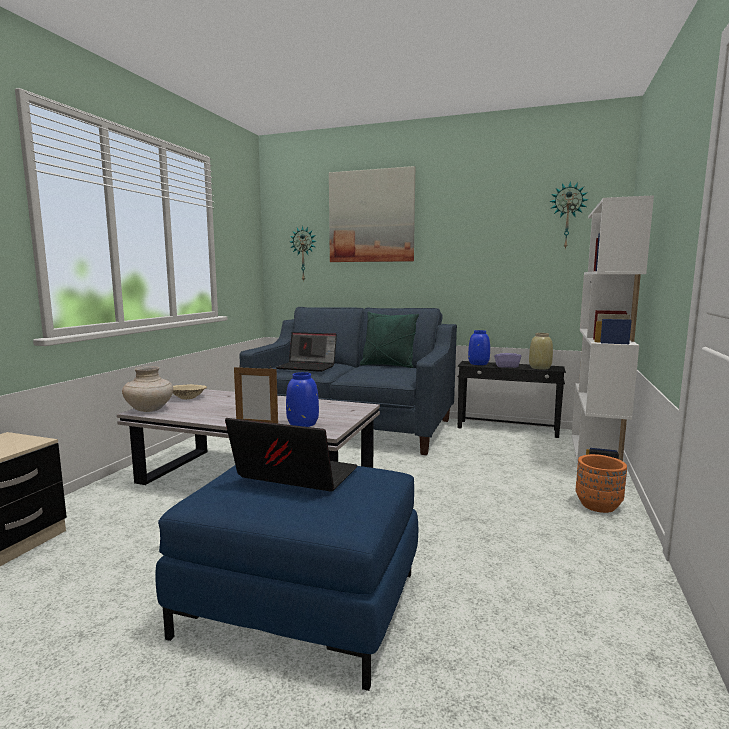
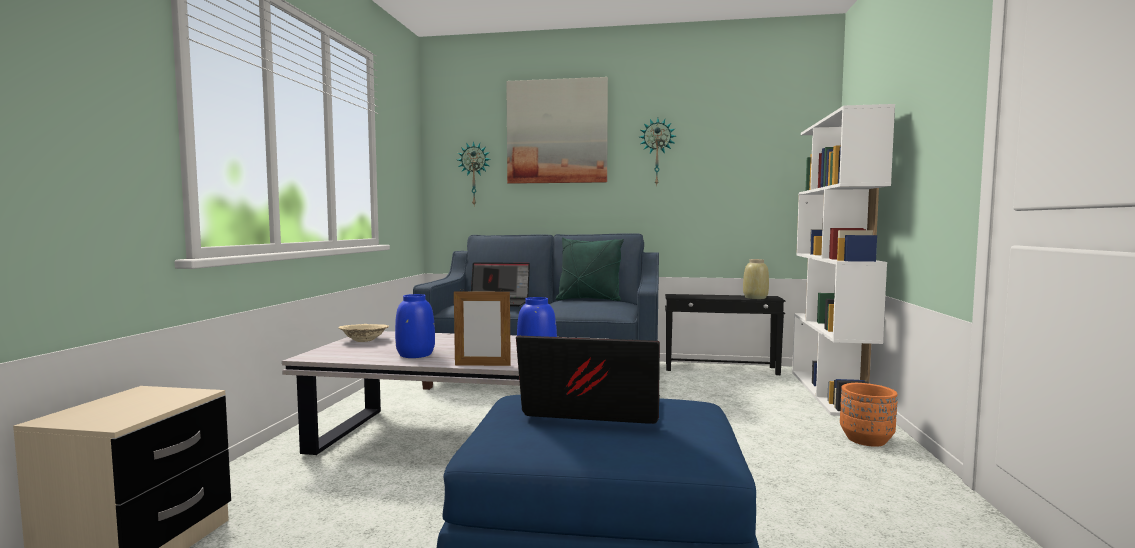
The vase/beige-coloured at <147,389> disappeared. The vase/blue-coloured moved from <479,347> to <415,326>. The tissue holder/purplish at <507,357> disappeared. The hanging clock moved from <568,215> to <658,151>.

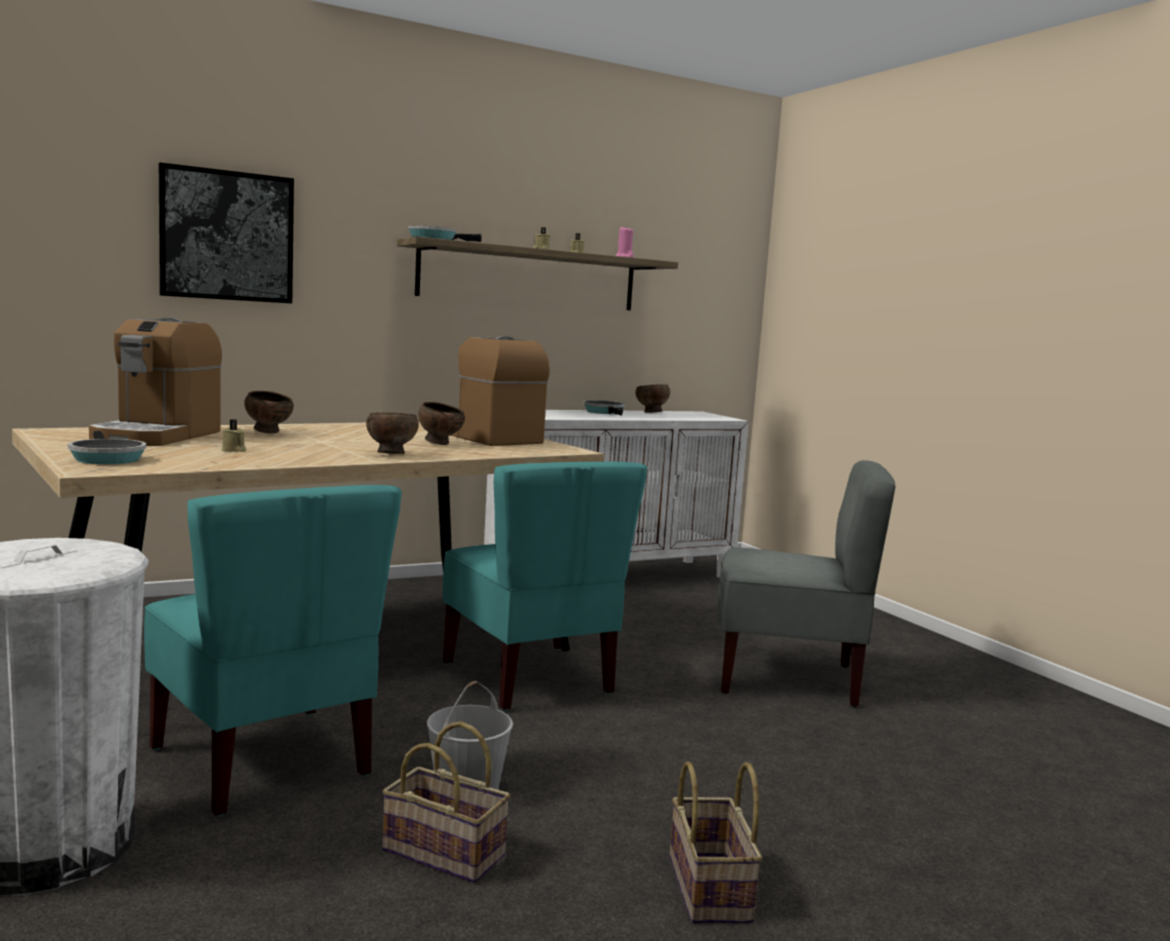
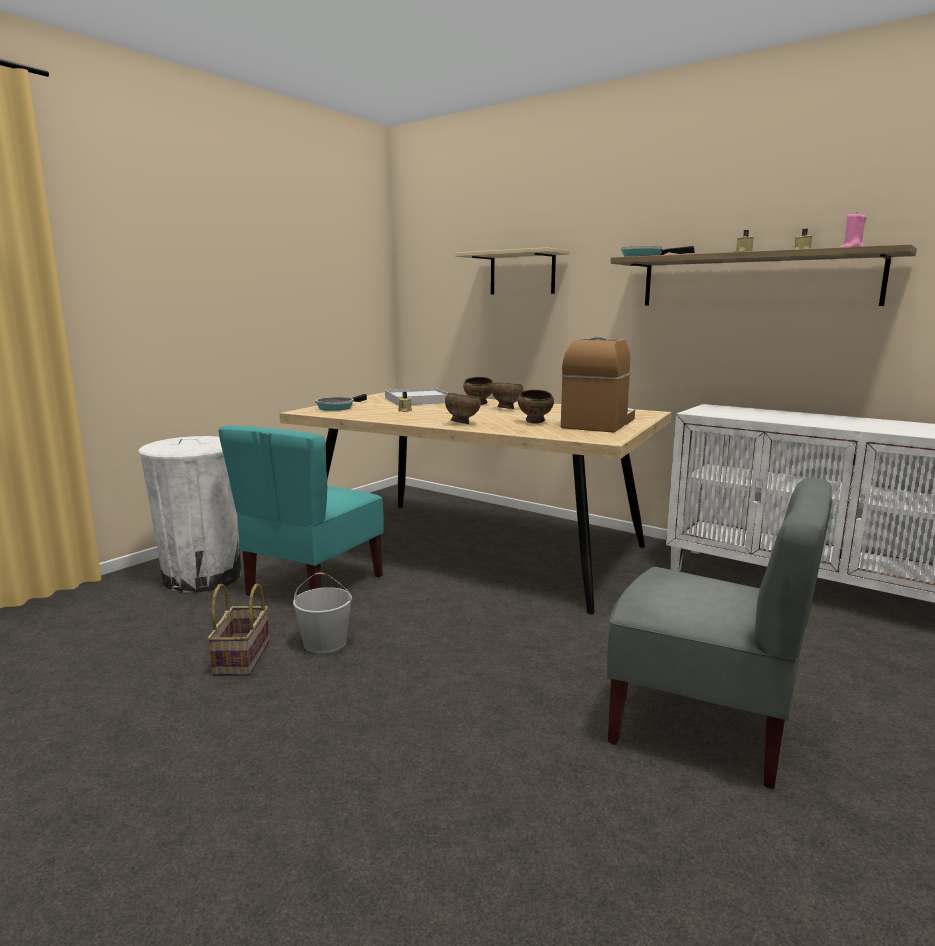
The coffee brewer at <155,382> was replaced by the serving tray/white at <416,397>. The picture at <226,232> was replaced by the wall shelf/beige-coloured at <512,271>. The plain chair/blue-green at <545,586> disappeared. The skillet at <604,408> disappeared. The bowl/brownish moved from <652,399> to <508,395>. The basket at <716,842> disappeared. The plain chair/grey at <806,583> turned 45 degrees counterclockwise.

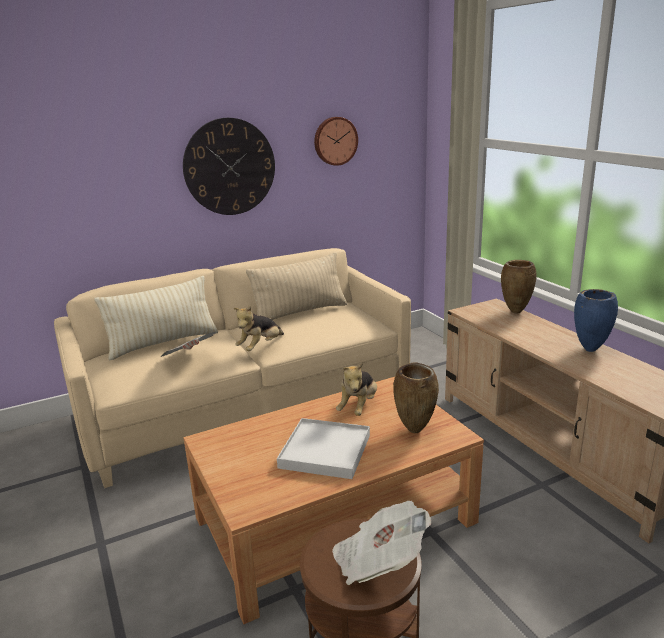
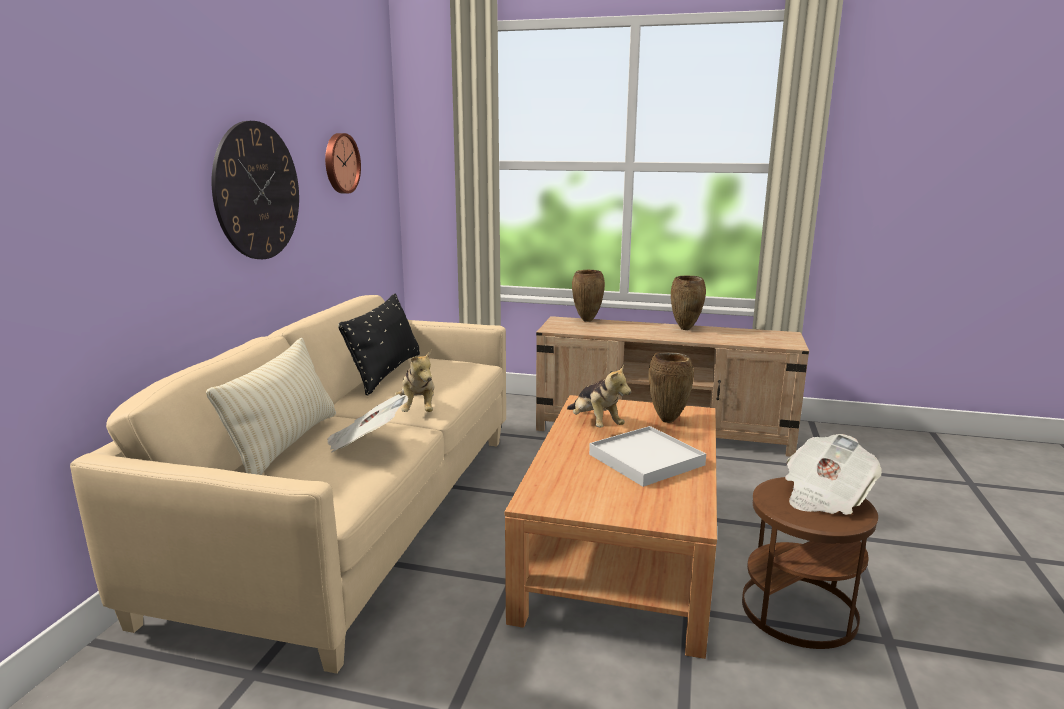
The cushion/beige-coloured at <296,286> became the cushion/blackish at <379,344>. The vase/blue-coloured at <596,320> became the vase/brownish at <688,303>.

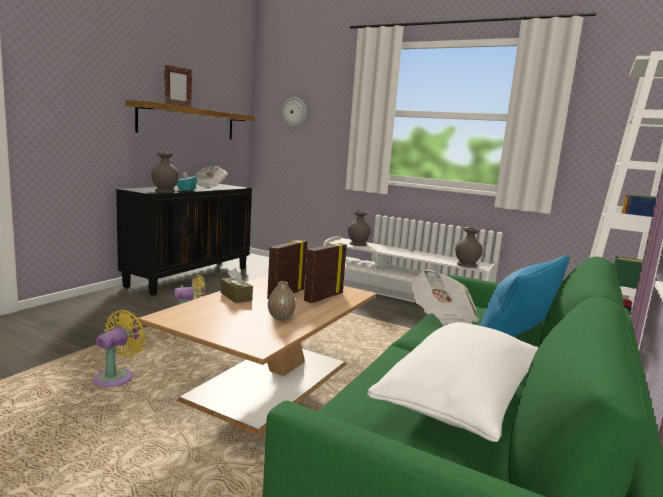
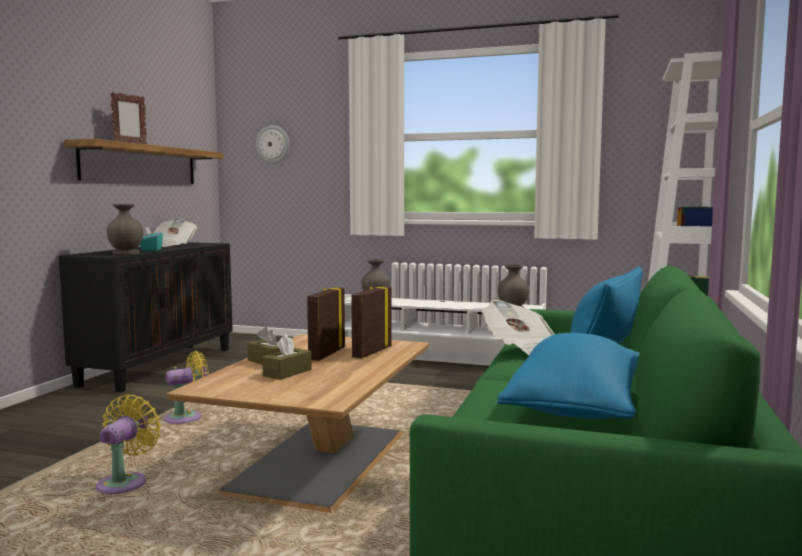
The vase at <282,300> disappeared. The cushion/white at <452,382> became the cushion/blue-coloured at <568,376>. The tissue holder/brownish at <287,357> appeared.

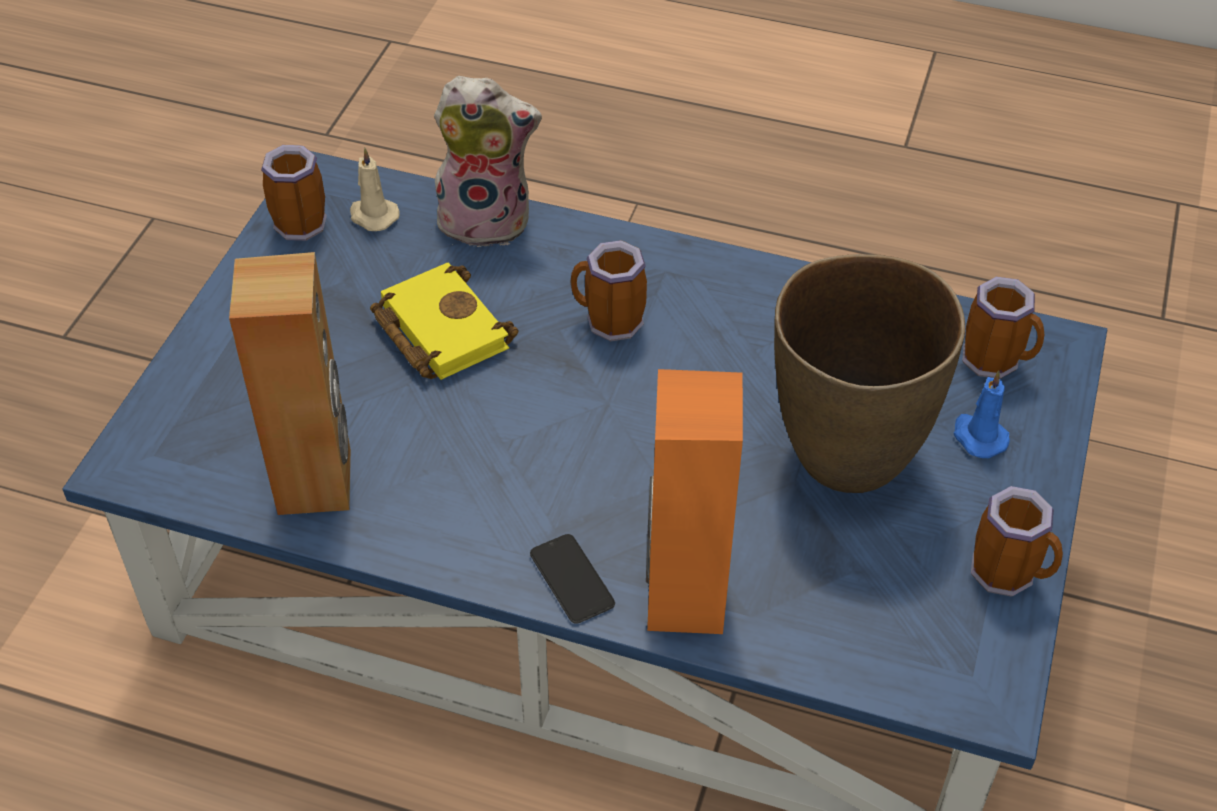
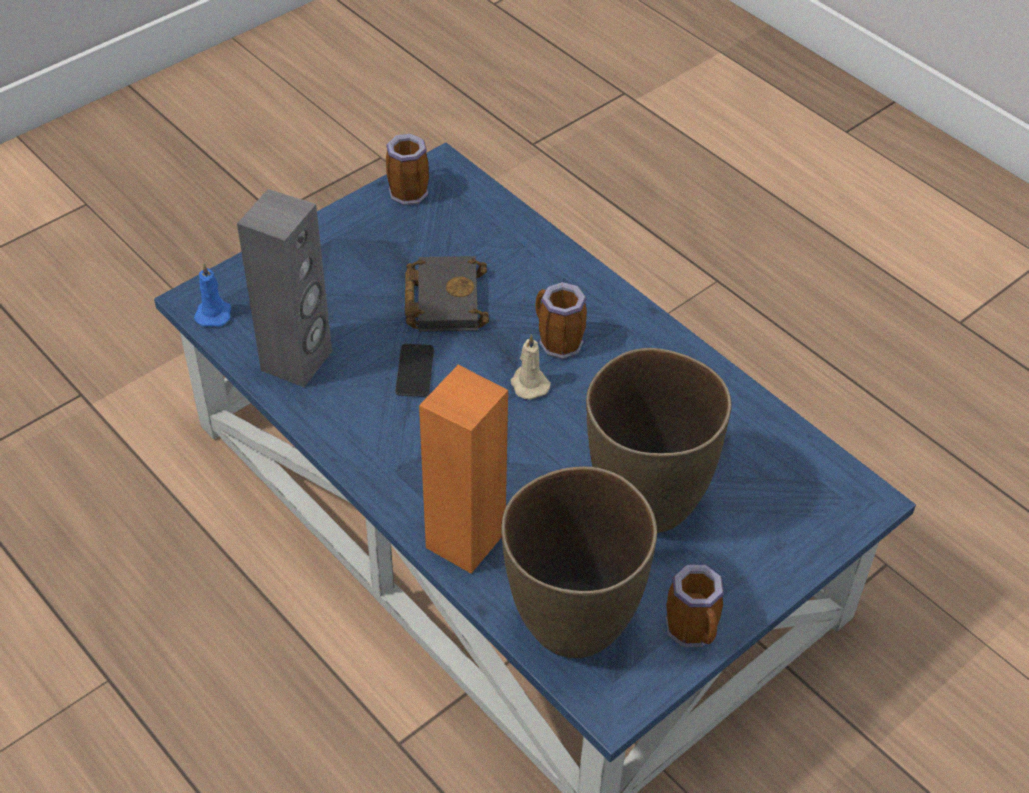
The audio speaker/brownish at <290,383> became the audio speaker/grey at <284,288>. The wax light/beige-coloured moved from <375,189> to <530,367>. The bound book/yellowish at <444,321> became the bound book/blackish at <447,294>. The soft toy at <488,161> disappeared. The handset moved from <572,579> to <414,370>. The wax light/blue-coloured moved from <982,414> to <212,295>. The coffee mug at <1003,328> disappeared. The vase/brownish at <579,562> appeared.

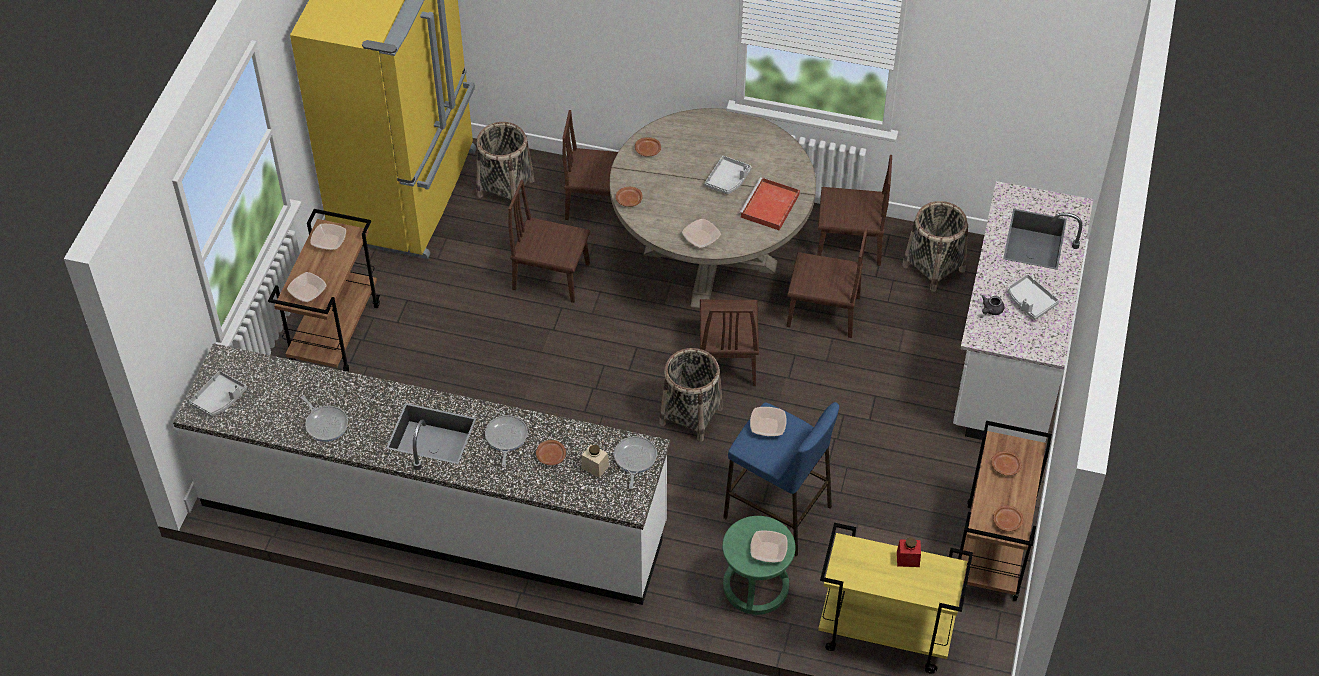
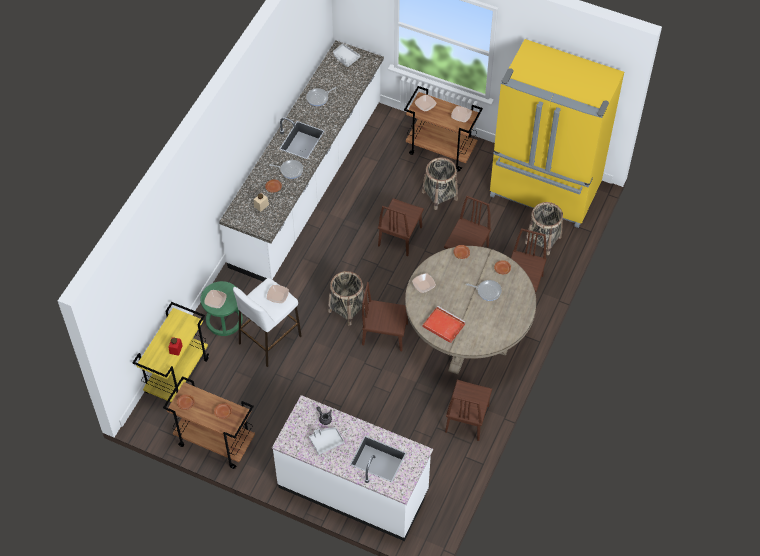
The skillet moved from <635,462> to <484,290>. The serving tray/grey at <728,175> disappeared. The sitting stool/blue-coloured at <781,479> became the sitting stool/white at <267,322>. The plain chair/brownish moved from <827,282> to <401,227>. The basket moved from <935,246> to <440,183>.

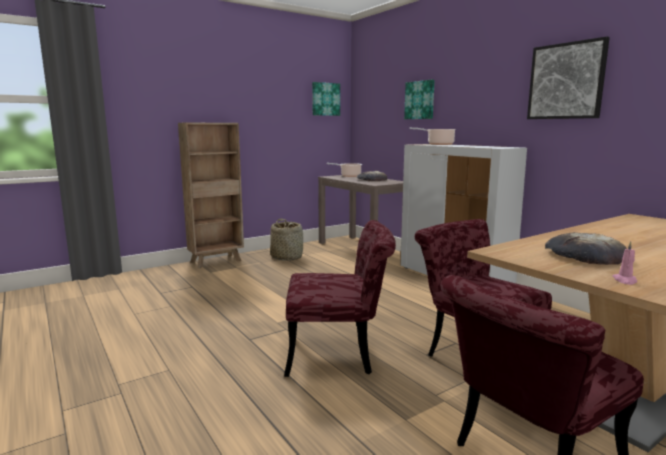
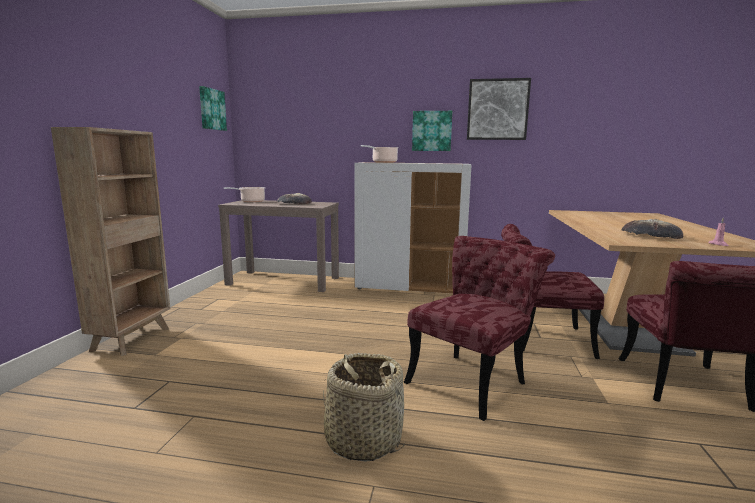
The basket moved from <286,239> to <364,407>. The picture moved from <419,99> to <432,131>.

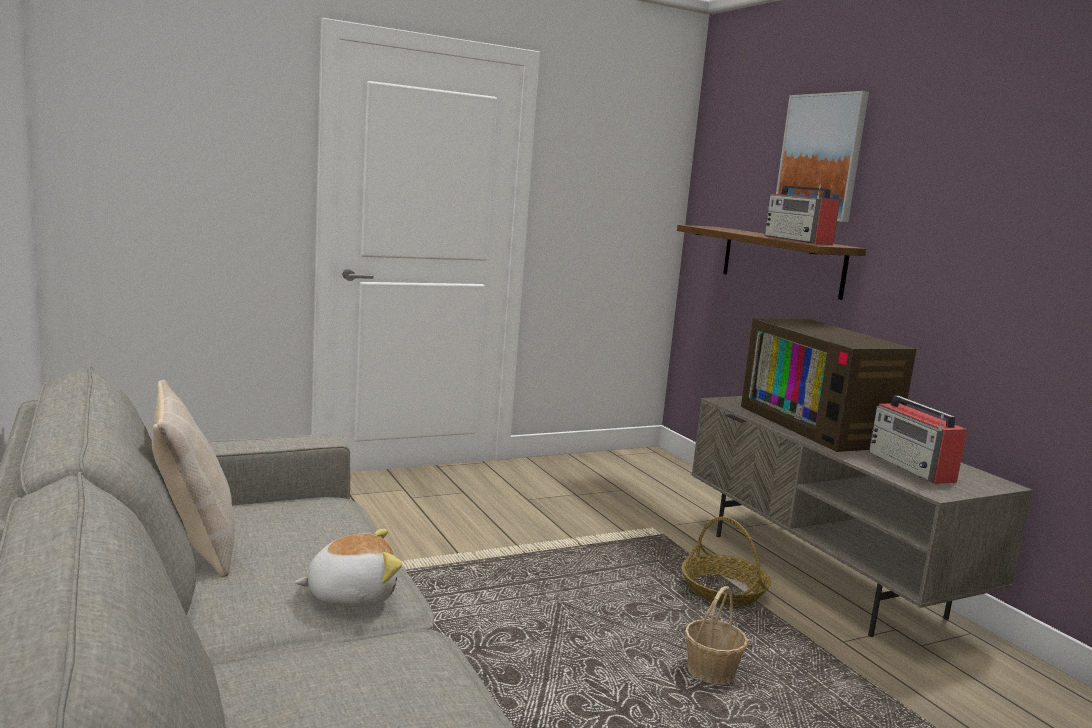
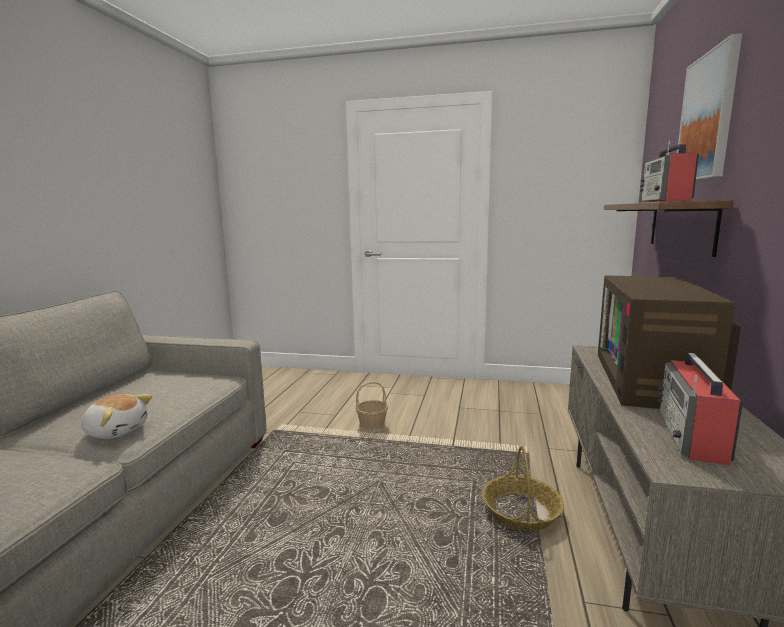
The cushion/beige-coloured at <193,478> disappeared. The basket moved from <716,635> to <372,406>.

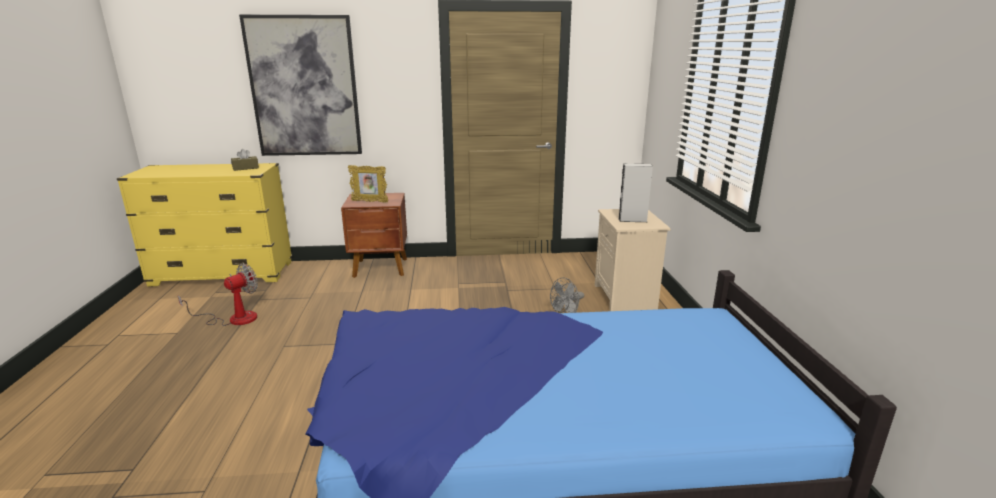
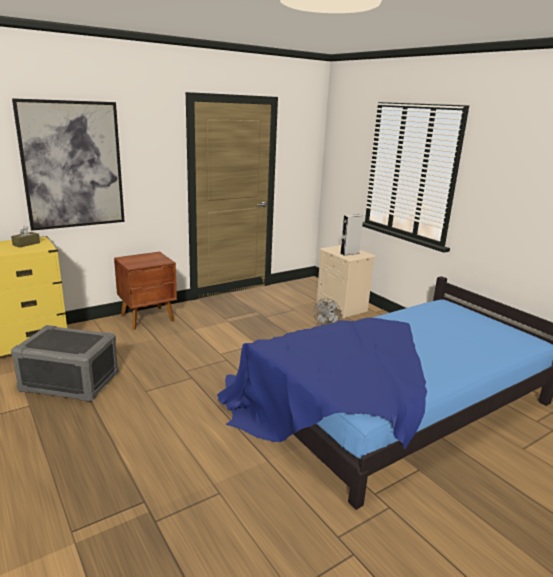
The fan at <218,294> was replaced by the storage bin/grey at <65,363>. The photo frame at <368,184> disappeared.

